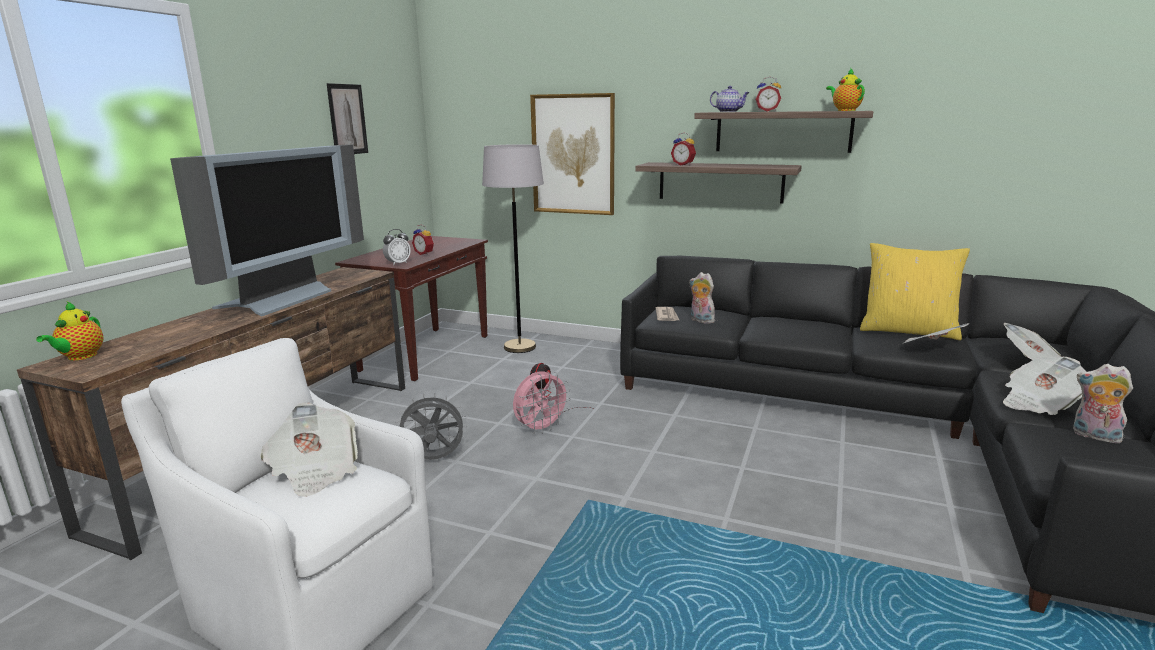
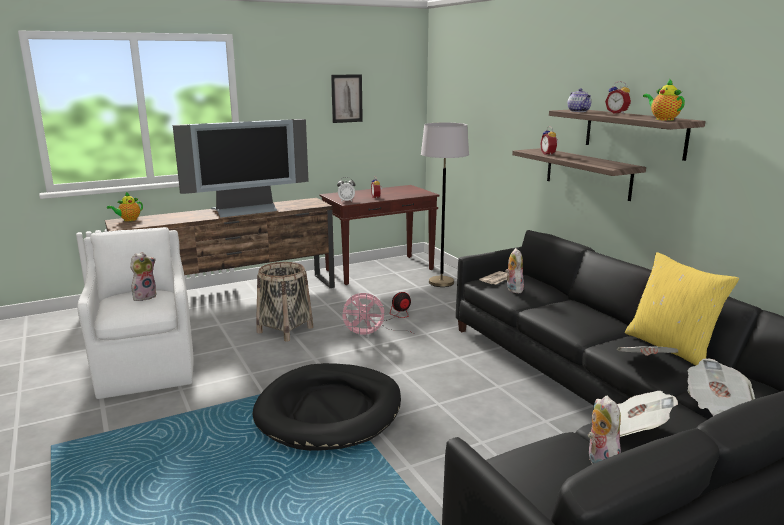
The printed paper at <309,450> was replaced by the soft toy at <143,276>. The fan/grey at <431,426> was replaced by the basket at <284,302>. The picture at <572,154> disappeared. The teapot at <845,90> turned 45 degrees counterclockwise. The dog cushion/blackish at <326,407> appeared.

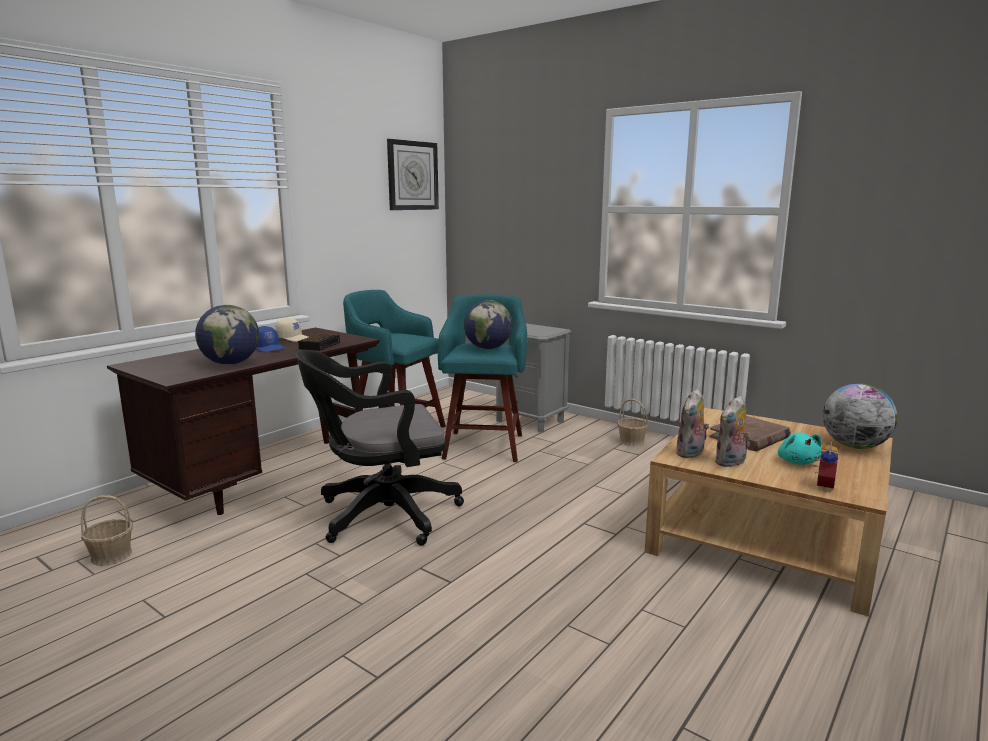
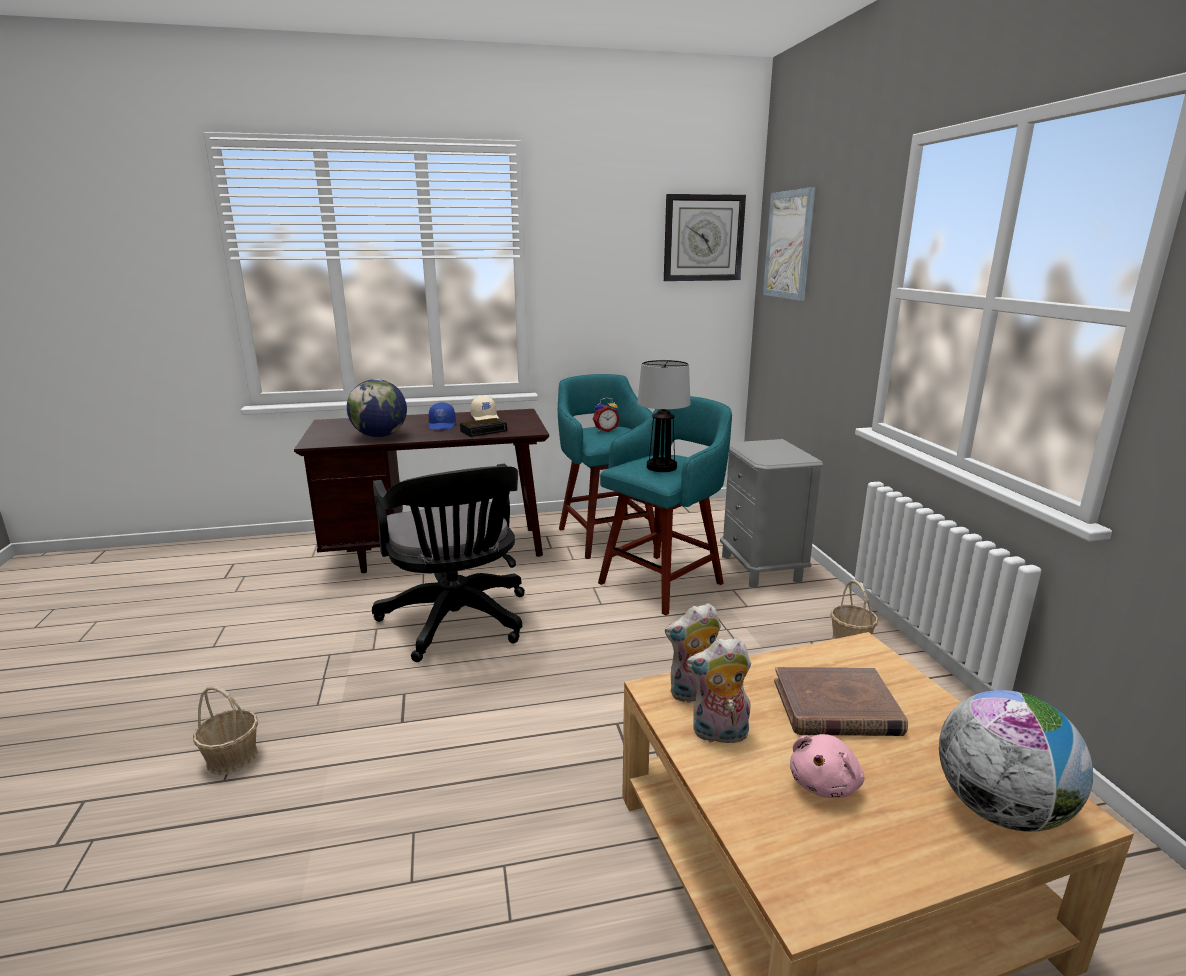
The basket moved from <107,530> to <225,730>. The desk chair/blackish at <380,448> turned 135 degrees counterclockwise. The desk globe at <488,324> was replaced by the tabletop lamp at <663,416>. The soft toy/blue-green at <800,449> became the soft toy/pink-coloured at <827,766>. The alarm clock moved from <826,466> to <606,414>. The picture at <789,244> appeared.

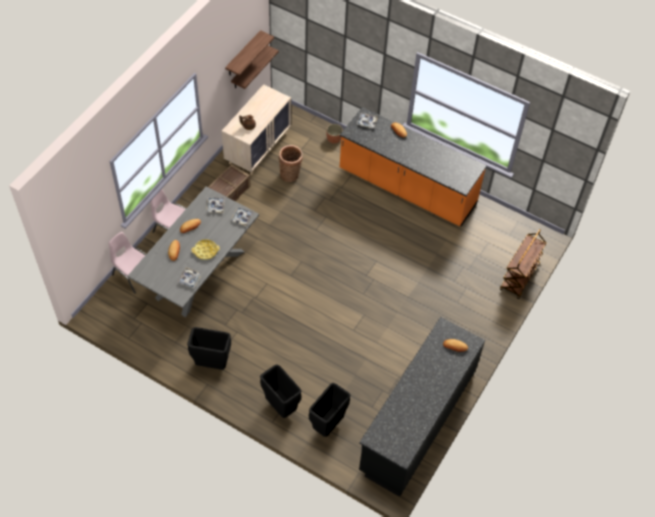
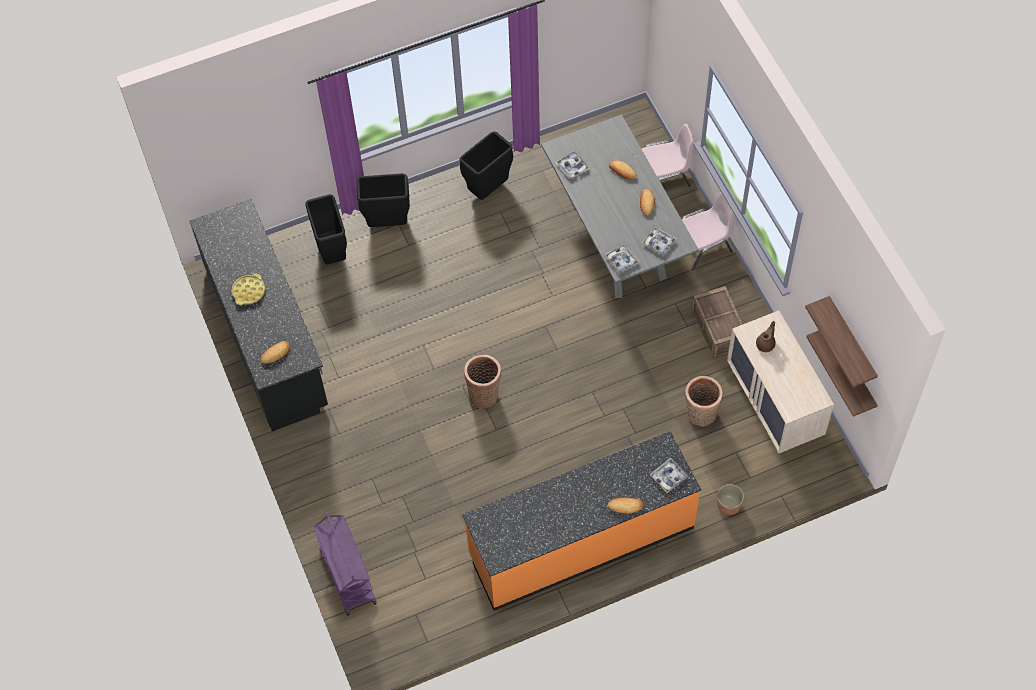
The serving tray/yellowish moved from <205,249> to <248,289>. The wheeled cart/brownish at <523,264> became the wheeled cart/purplish at <345,563>. The basket at <482,382> appeared.

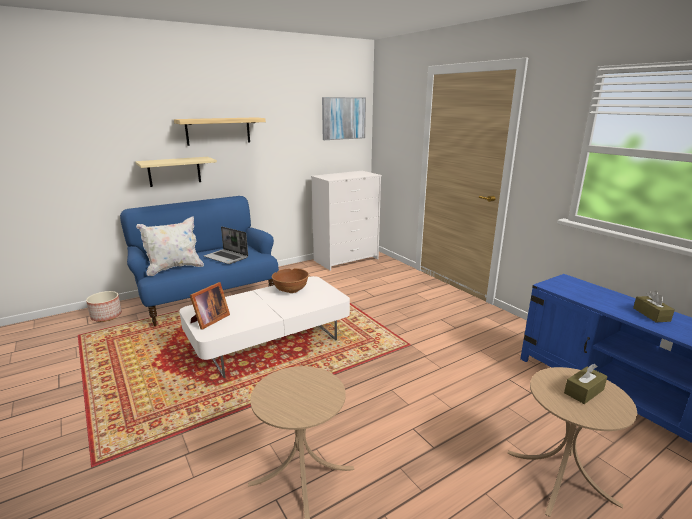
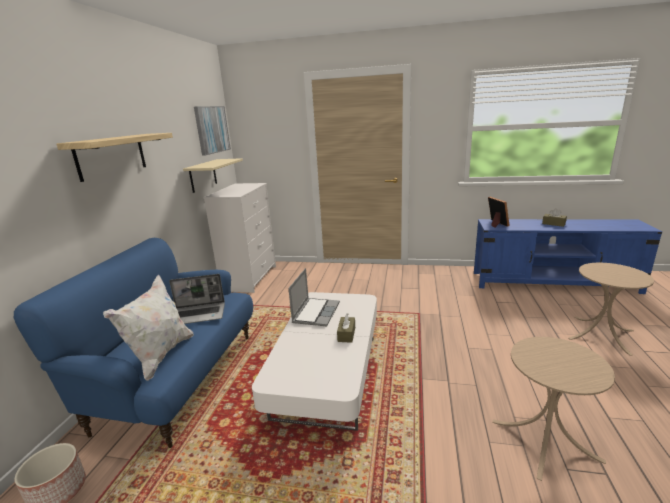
The wall shelf/beige-coloured moved from <176,172> to <213,175>. The photo frame moved from <210,306> to <499,212>. The bowl/brownish at <290,280> was replaced by the notebook computer at <314,297>. The tissue holder/brownish moved from <586,384> to <346,328>.

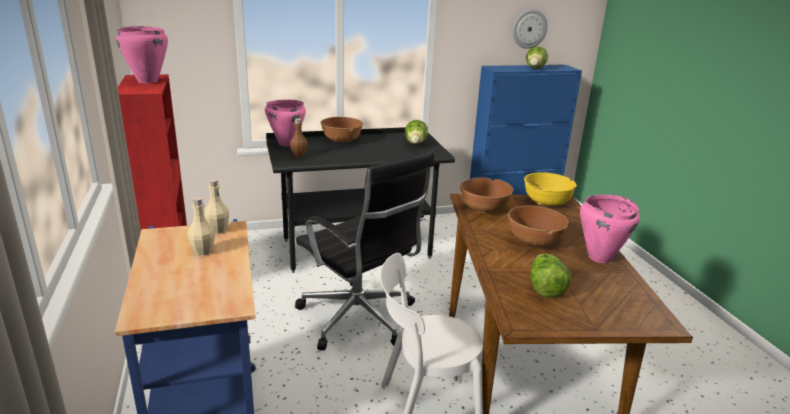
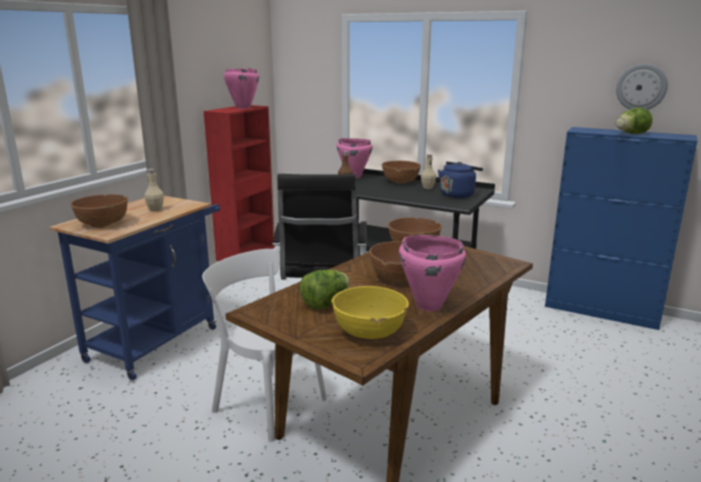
The bottle/beige-coloured moved from <216,206> to <428,171>. The lettuce head at <416,132> was replaced by the kettle/blue-coloured at <460,180>. The bowl/yellowish moved from <550,189> to <370,312>. The bowl/brownish at <99,211> appeared.

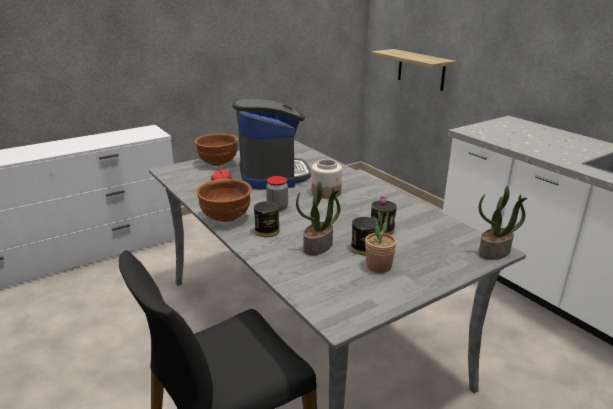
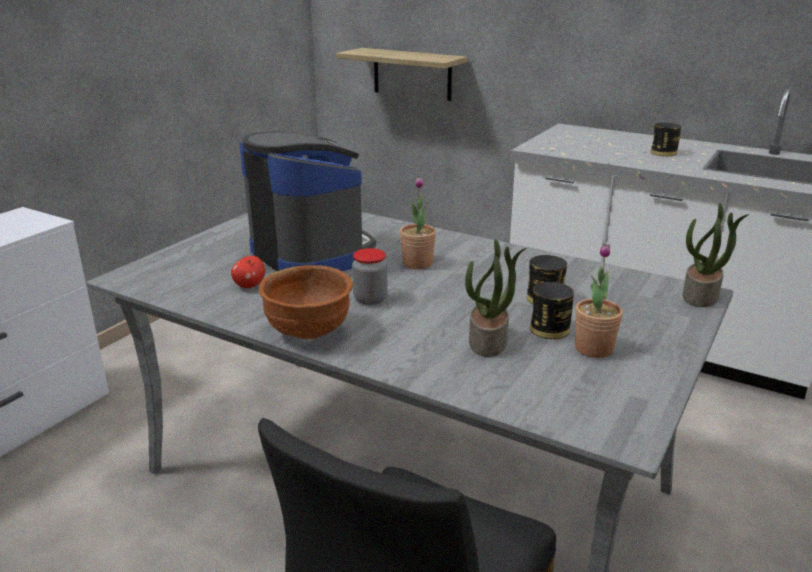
The bowl/brownish at <216,149> disappeared. The sealed can moved from <266,219> to <665,139>. The preserve jar at <327,179> was replaced by the houseplant at <418,223>.

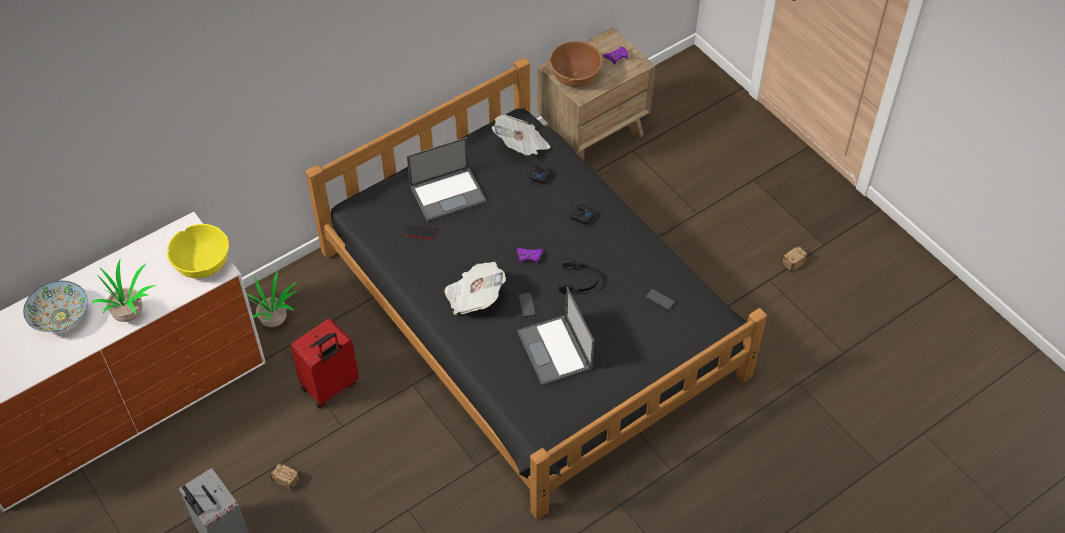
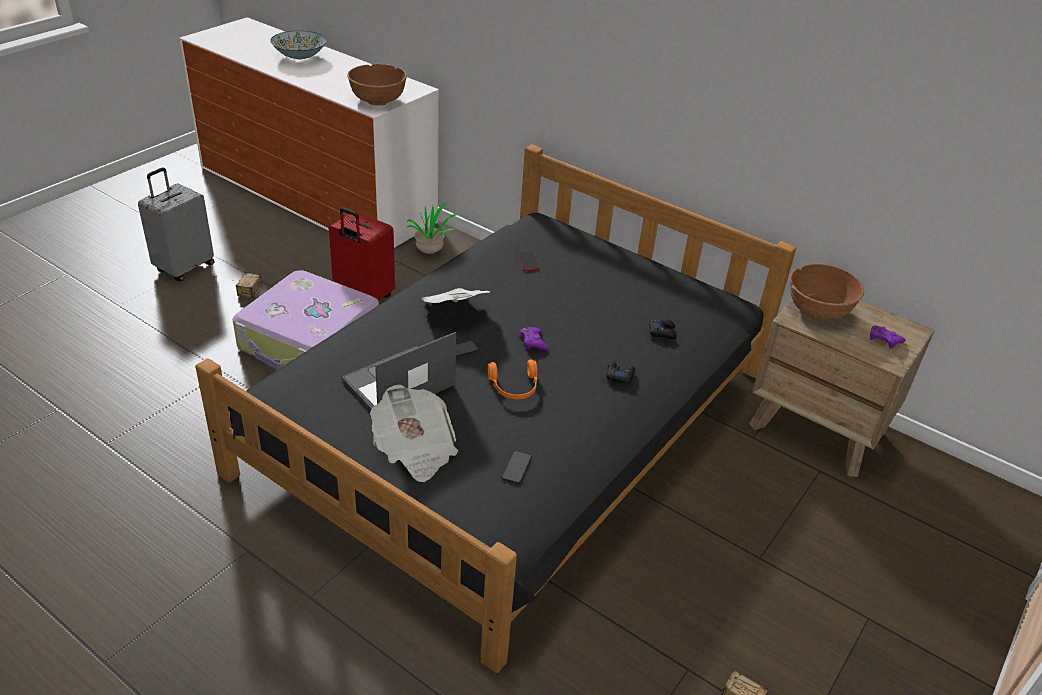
The houseplant at <124,291> disappeared. The bowl/yellowish at <198,251> became the bowl/brownish at <377,84>. The notebook computer at <447,179> disappeared. The printed paper moved from <520,135> to <414,433>. The pair of headphones/blackish at <578,276> became the pair of headphones/orange at <512,379>. The piece of luggage at <306,320> appeared.

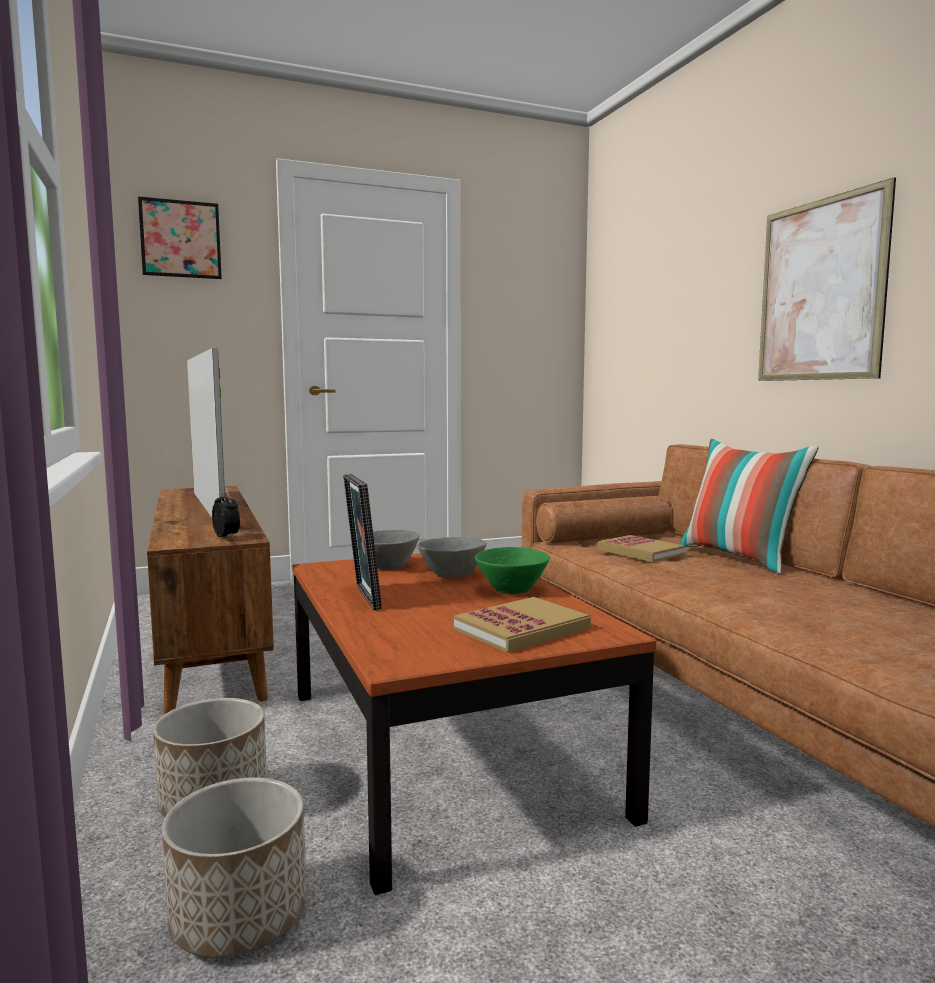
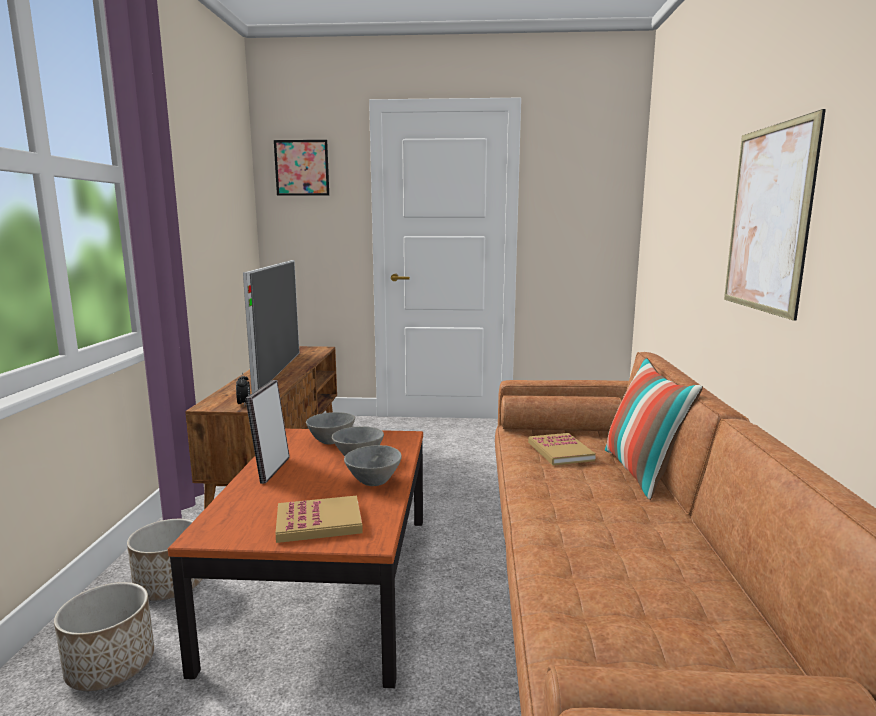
The bowl/green-coloured at <512,570> became the bowl/grey at <373,465>.

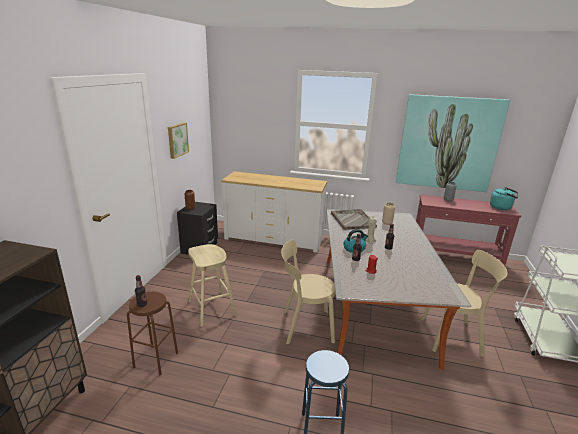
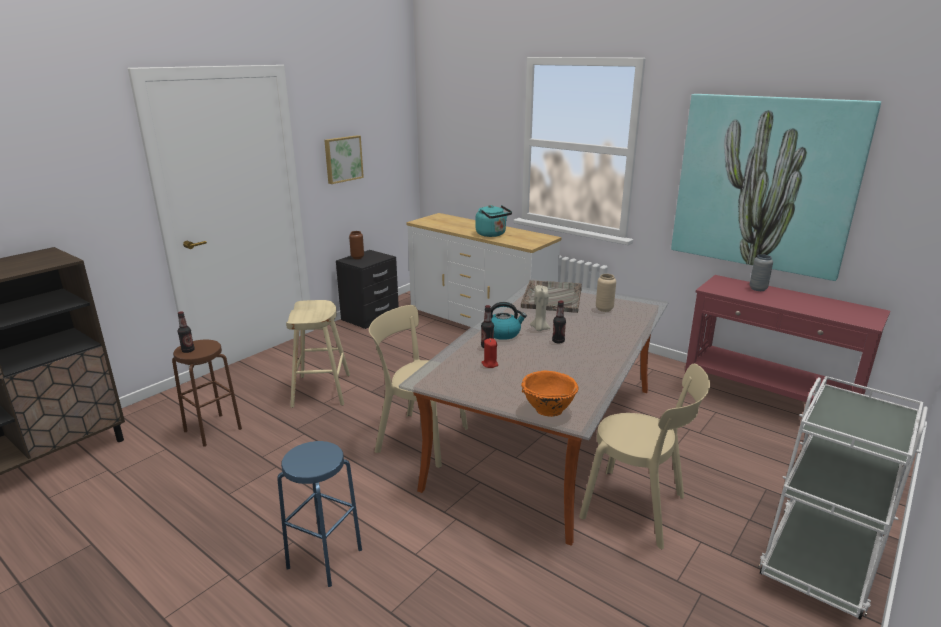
The kettle/blue-green moved from <504,198> to <494,221>. The bowl/orange at <550,394> appeared.

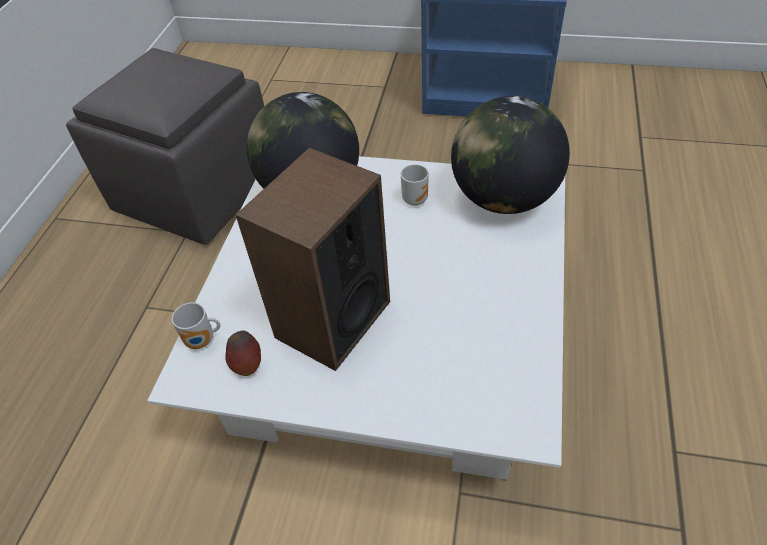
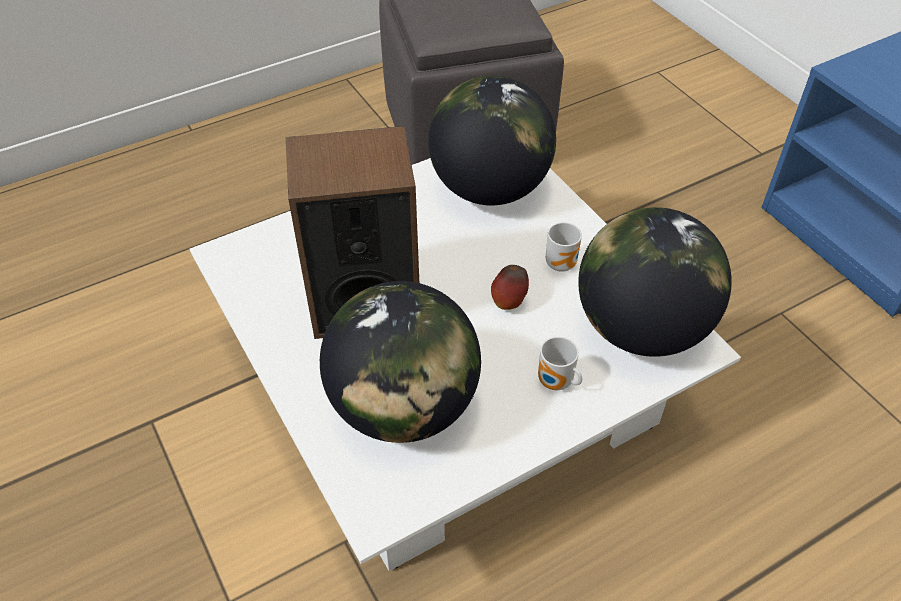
The coffee mug moved from <196,325> to <560,363>. The apple moved from <243,353> to <510,287>. The desk globe at <400,362> appeared.

